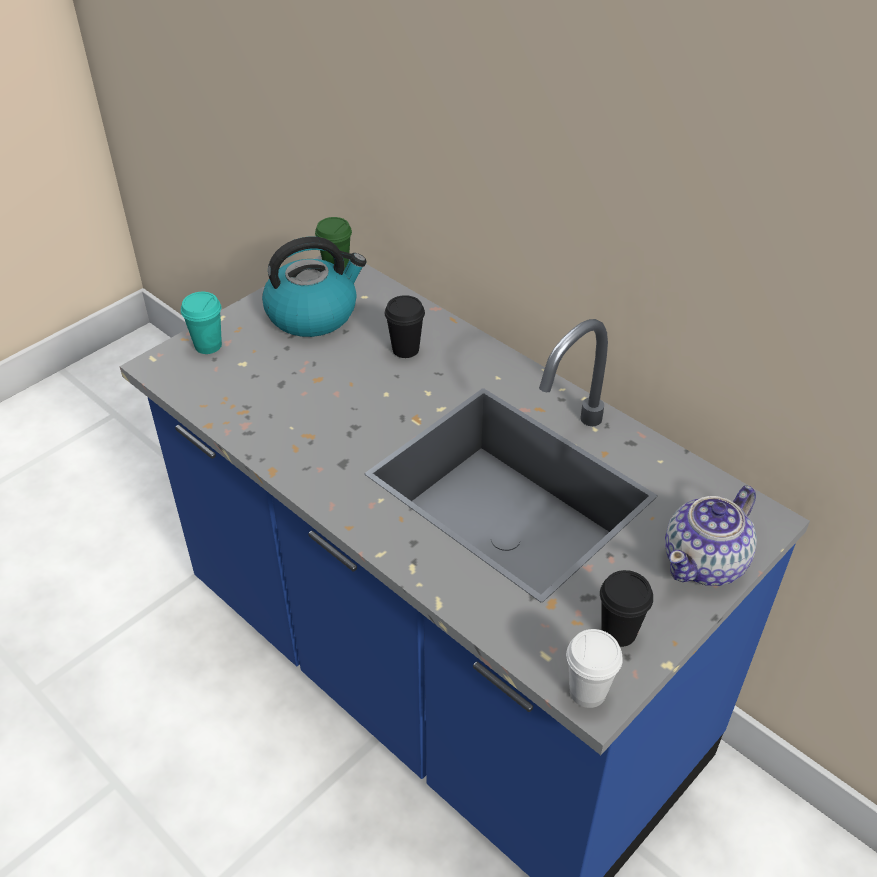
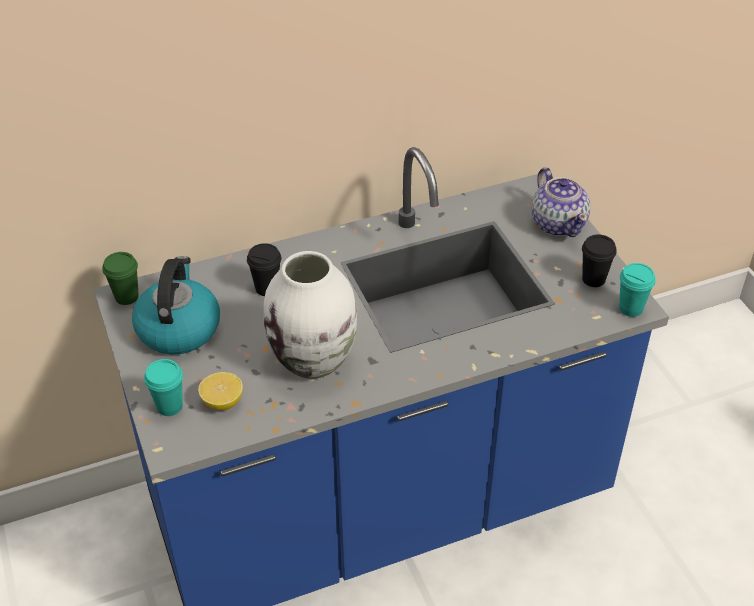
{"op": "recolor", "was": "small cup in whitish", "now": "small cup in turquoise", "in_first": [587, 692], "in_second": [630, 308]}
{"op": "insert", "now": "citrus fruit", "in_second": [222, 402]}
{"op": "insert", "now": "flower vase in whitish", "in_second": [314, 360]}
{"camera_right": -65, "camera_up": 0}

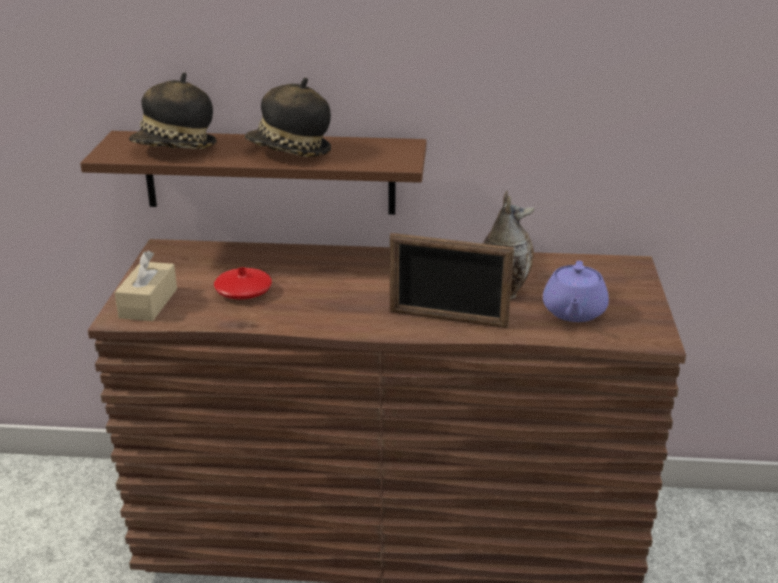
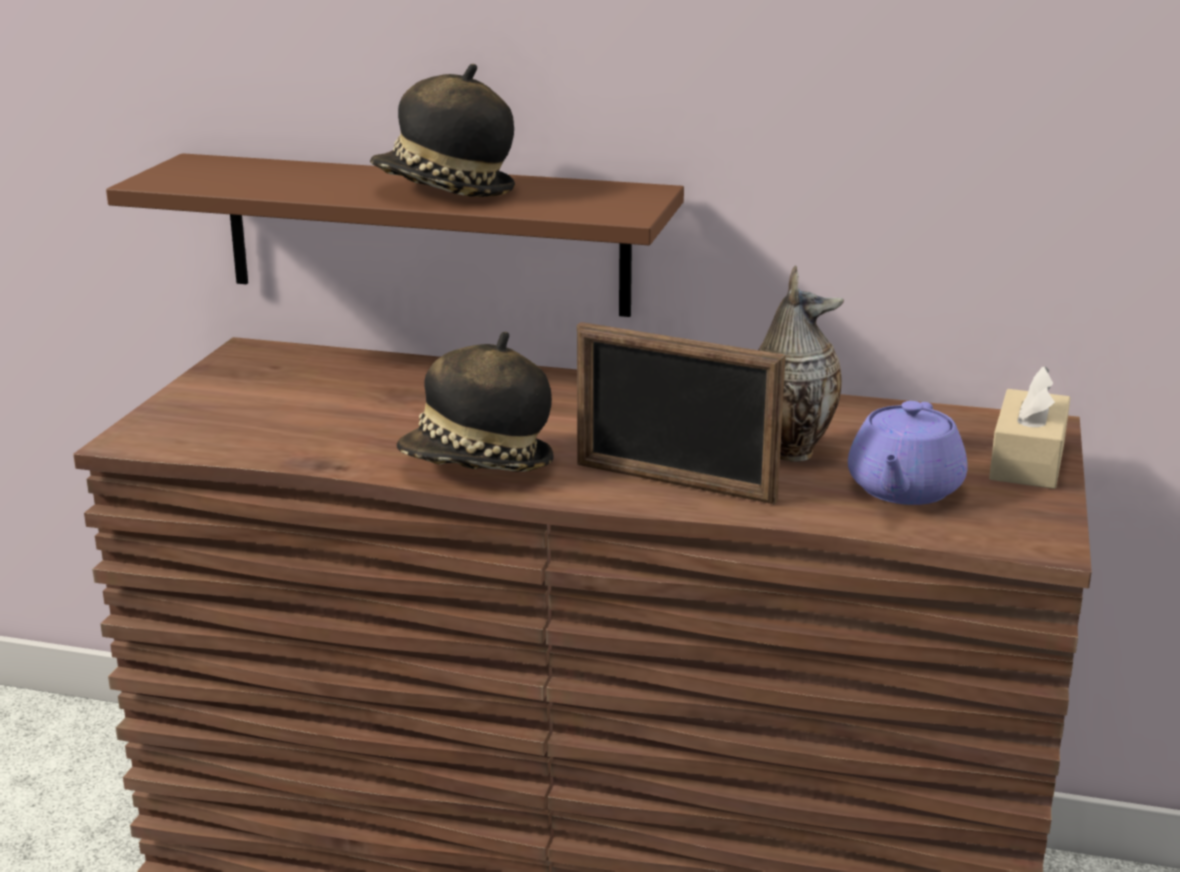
{"op": "move", "was": "tissue holder in sand-coloured", "in_first": [148, 303], "in_second": [1027, 461]}
{"op": "move", "was": "clothing hat", "in_first": [175, 149], "in_second": [478, 466]}
{"op": "delete", "was": "flower vase in red", "in_first": [243, 292]}
{"camera_right": 10, "camera_up": -5}

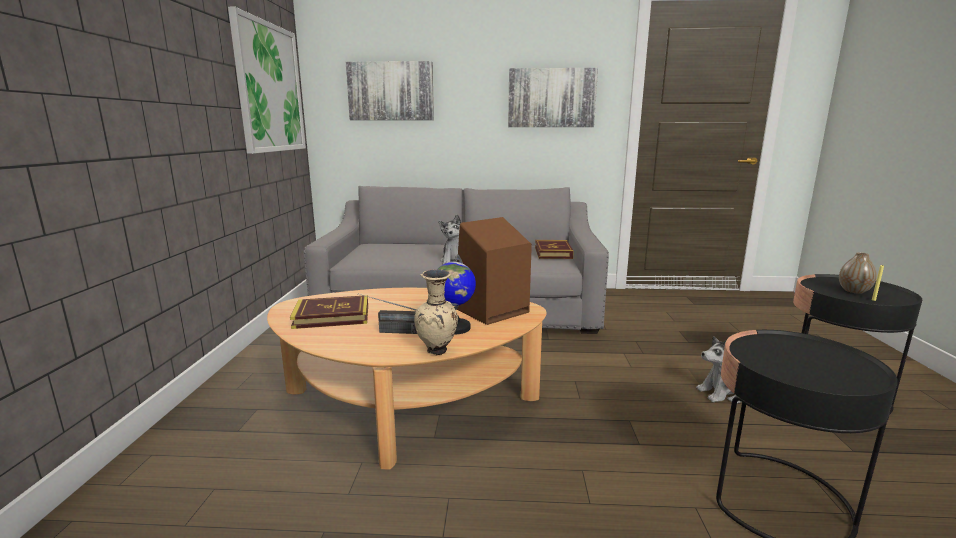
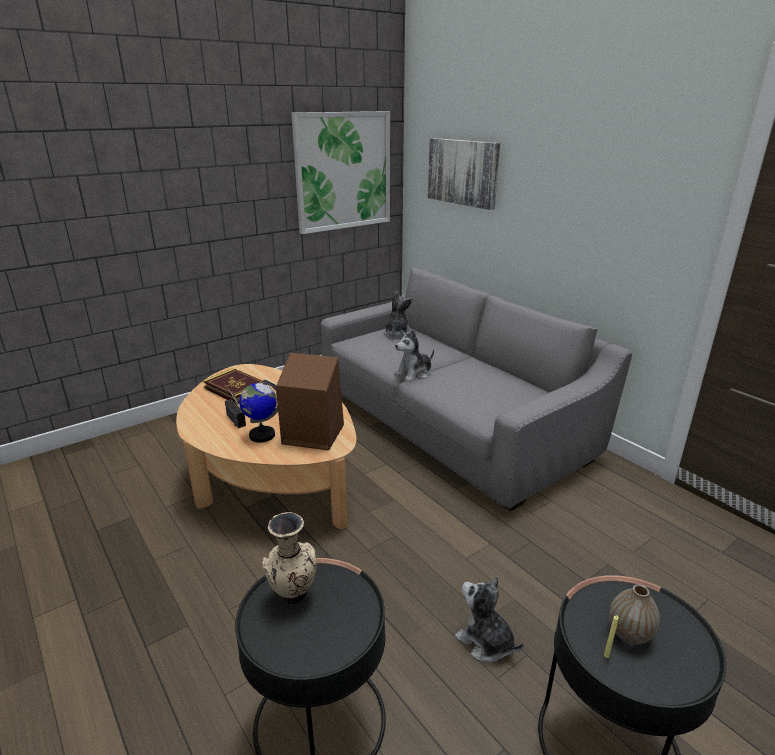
{"op": "move", "was": "flower vase in sand-coloured", "in_first": [437, 352], "in_second": [293, 597]}
{"op": "delete", "was": "wall picture", "in_first": [551, 98]}
{"op": "delete", "was": "book", "in_first": [553, 252]}
{"op": "insert", "now": "plush toy", "in_second": [397, 333]}
{"camera_right": 50, "camera_up": 10}

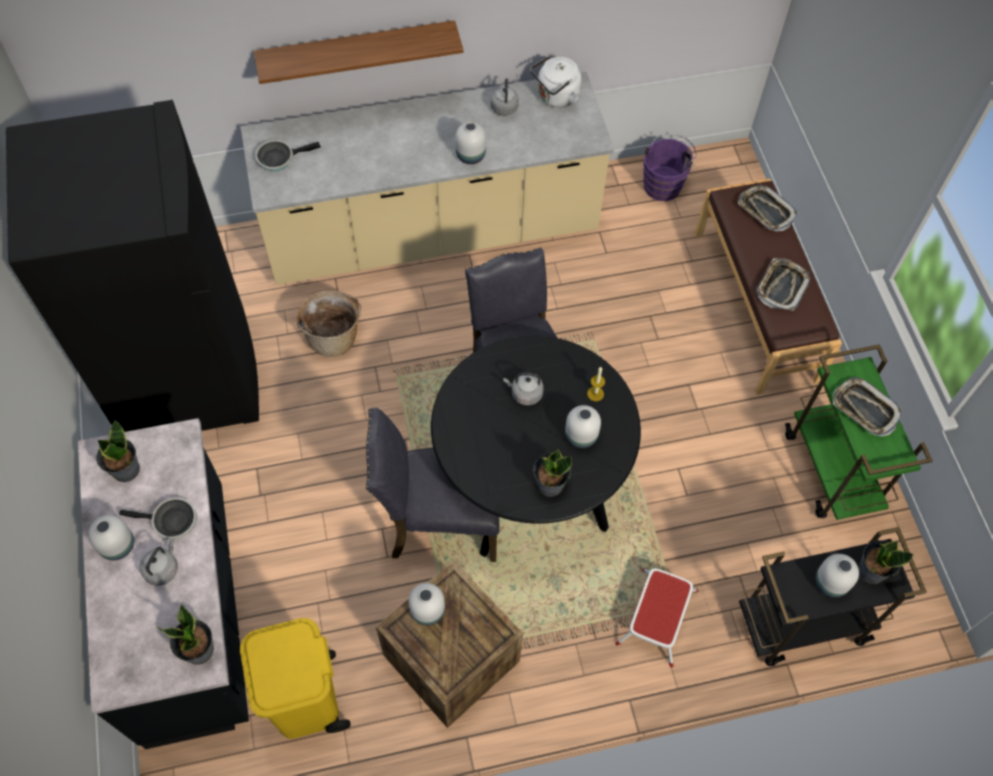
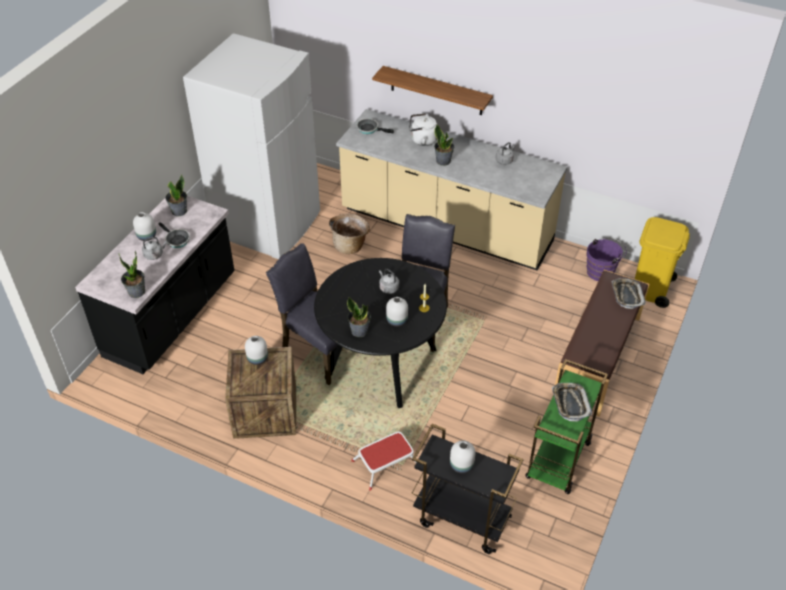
{"op": "recolor", "was": "fridge in black", "now": "fridge in whitish", "in_first": [188, 374], "in_second": [268, 223]}
{"op": "move", "was": "rubbish bin in yellow", "in_first": [307, 701], "in_second": [650, 289]}
{"op": "delete", "was": "flower vase in whitish", "in_first": [471, 156]}
{"op": "move", "was": "tea kettle in whitish", "in_first": [556, 97], "in_second": [422, 140]}
{"op": "delete", "was": "carrying tray", "in_first": [781, 287]}
{"op": "move", "was": "houseplant", "in_first": [871, 570], "in_second": [443, 161]}
{"camera_right": 40, "camera_up": -15}

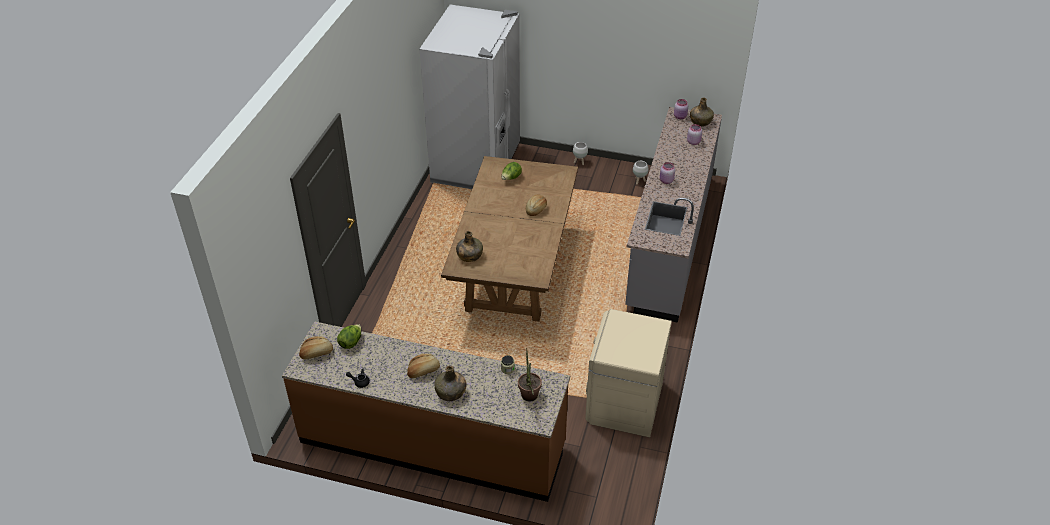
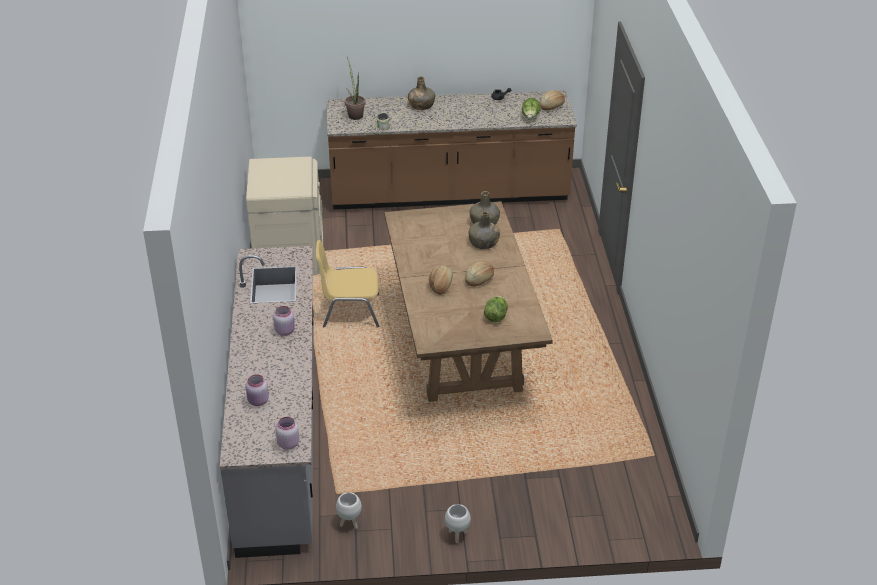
{"op": "move", "was": "baked bread", "in_first": [423, 371], "in_second": [479, 279]}
{"op": "delete", "was": "fridge in whitish", "in_first": [477, 163]}
{"op": "move", "was": "bottle in green-coloured", "in_first": [700, 121], "in_second": [483, 243]}
{"op": "insert", "now": "upright chair in yellow", "in_second": [350, 311]}
{"camera_right": 160, "camera_up": -5}

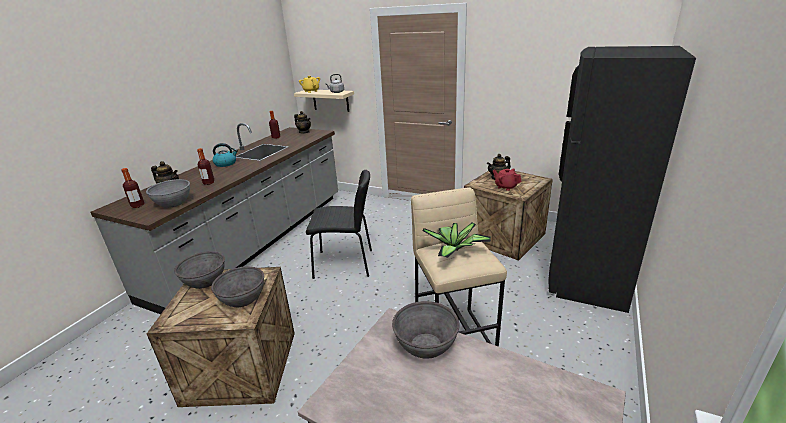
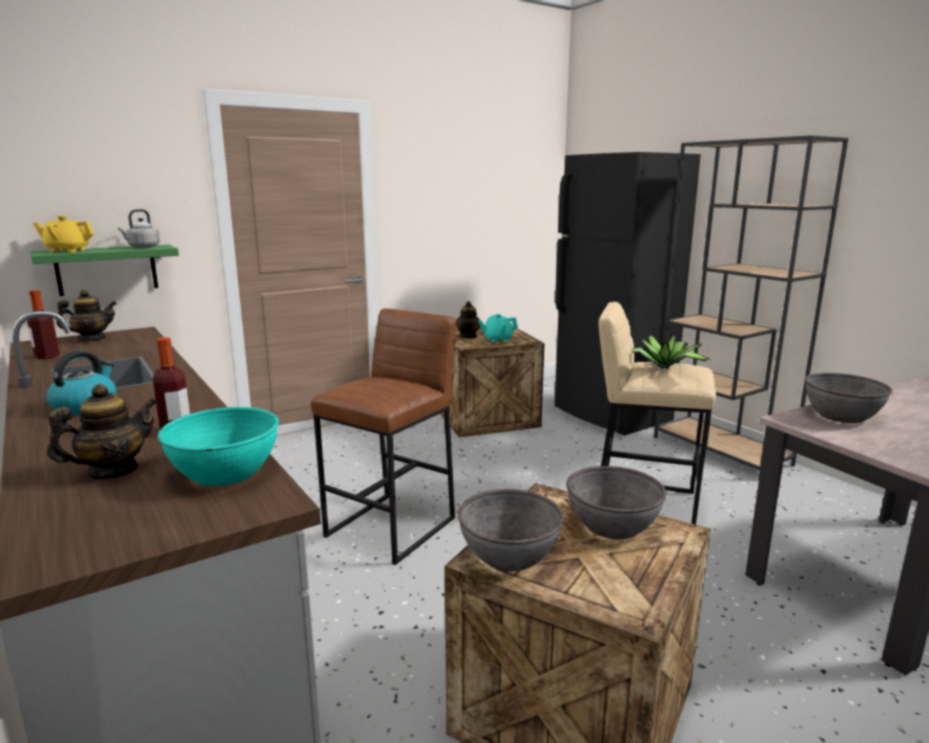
{"op": "delete", "was": "bottle", "in_first": [137, 205]}
{"op": "recolor", "was": "serving bowl in greyish", "now": "serving bowl in turquoise", "in_first": [173, 203], "in_second": [226, 473]}
{"op": "recolor", "was": "bracket shelf in sand-coloured", "now": "bracket shelf in green-coloured", "in_first": [330, 100], "in_second": [107, 269]}
{"op": "replace", "was": "upright chair in black", "now": "stool in brown-coloured", "in_first": [346, 263], "in_second": [392, 526]}
{"op": "recolor", "was": "teapot in red", "now": "teapot in turquoise", "in_first": [505, 187], "in_second": [497, 339]}
{"op": "insert", "now": "shelving unit", "in_second": [721, 451]}
{"camera_right": -60, "camera_up": -10}

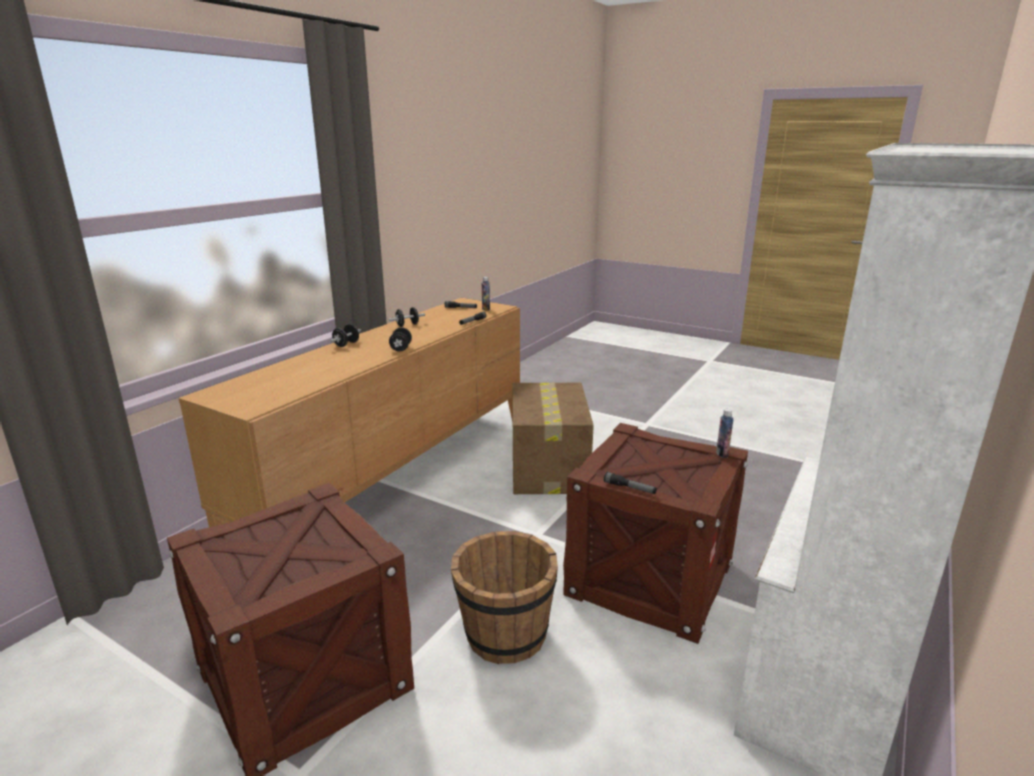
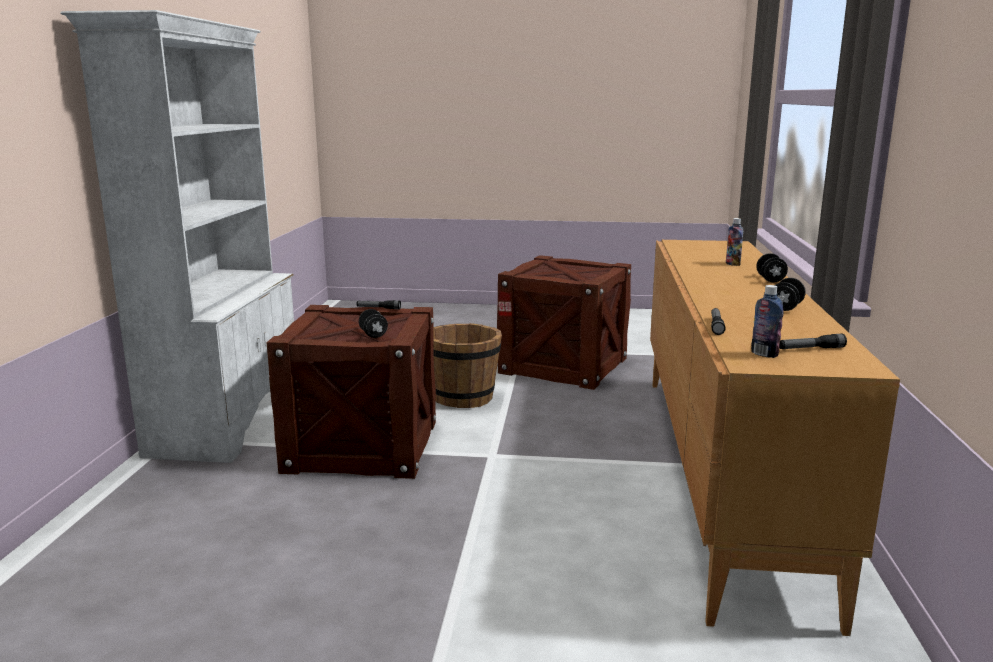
{"op": "move", "was": "hand weight in black", "in_first": [401, 348], "in_second": [373, 335]}
{"op": "delete", "was": "carton", "in_first": [548, 468]}
{"op": "move", "was": "bottle", "in_first": [722, 453], "in_second": [732, 264]}
{"camera_right": 155, "camera_up": -5}

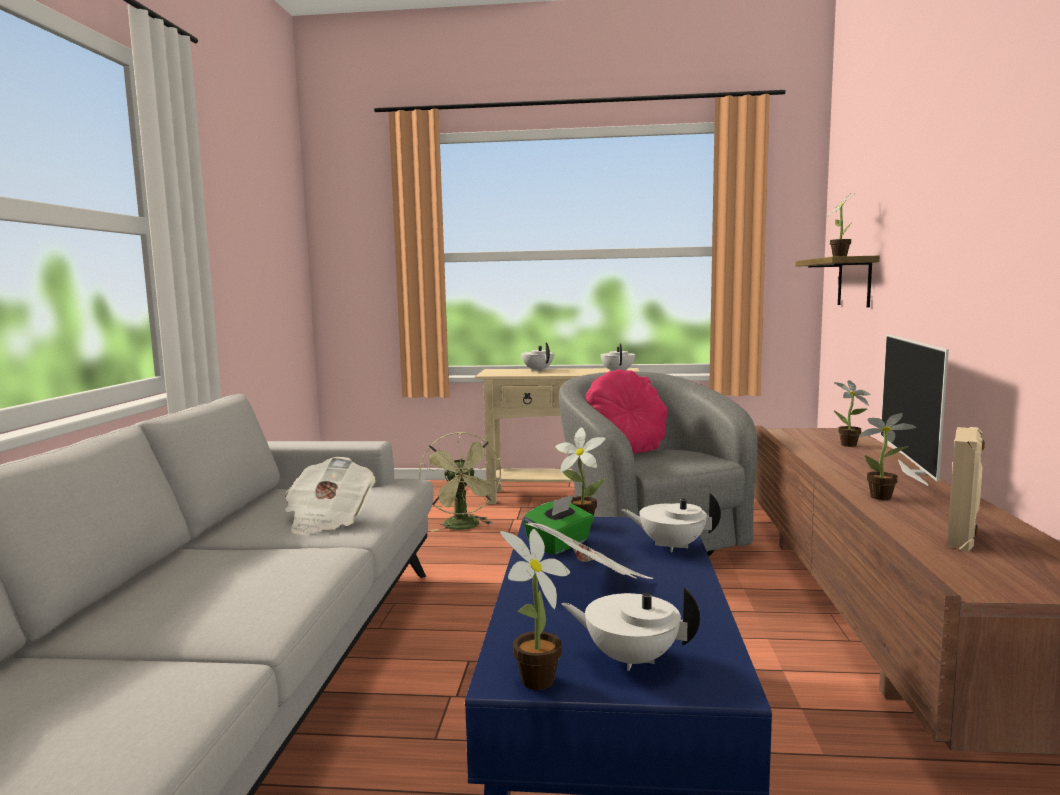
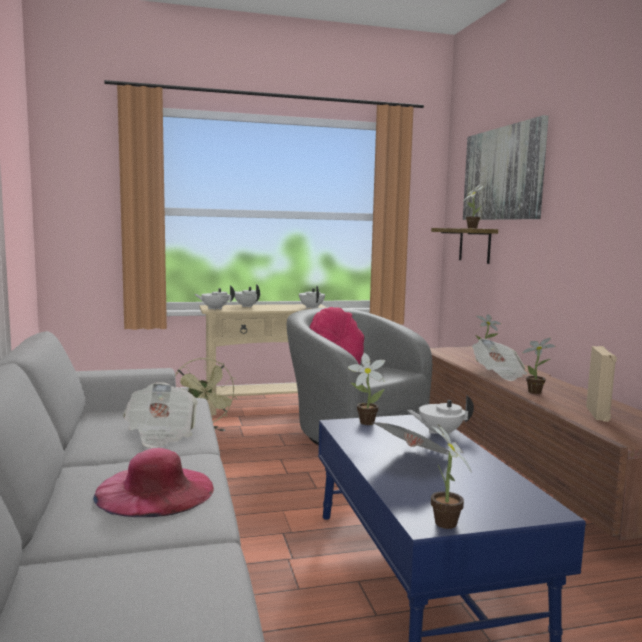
{"op": "delete", "was": "tissue holder in green-coloured", "in_first": [559, 545]}
{"op": "move", "was": "teapot in whitish", "in_first": [630, 659], "in_second": [215, 308]}
{"op": "delete", "was": "TV set", "in_first": [914, 472]}
{"op": "insert", "now": "clothing hat in pink-coloured", "in_second": [155, 490]}
{"op": "insert", "now": "wall picture", "in_second": [503, 174]}
{"op": "insert", "now": "printed paper", "in_second": [498, 374]}
{"camera_right": -20, "camera_up": 0}

